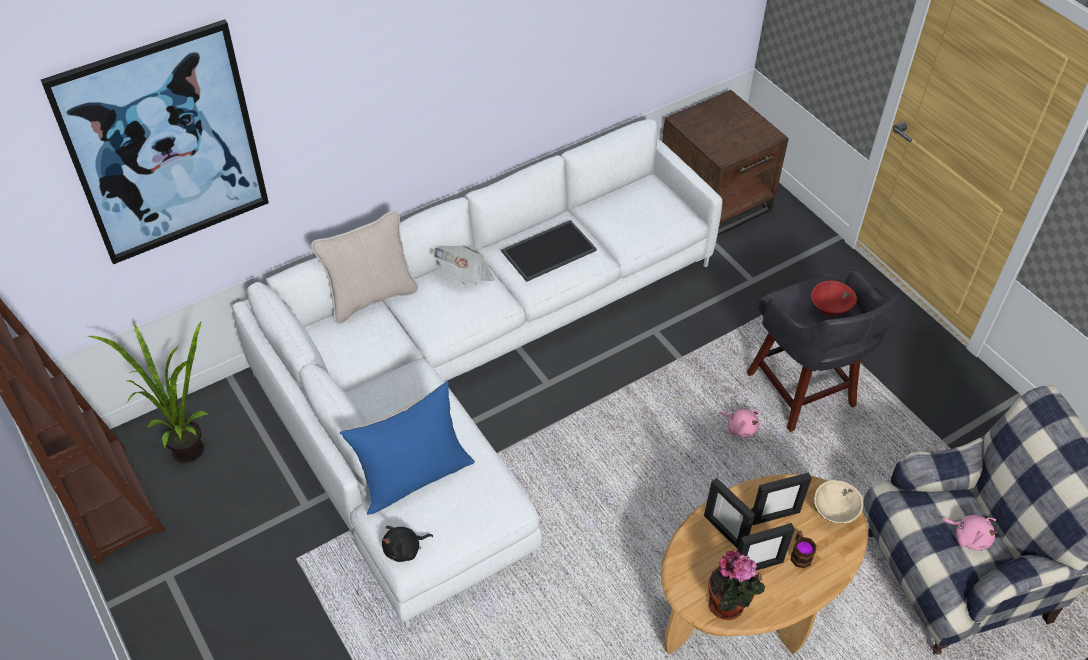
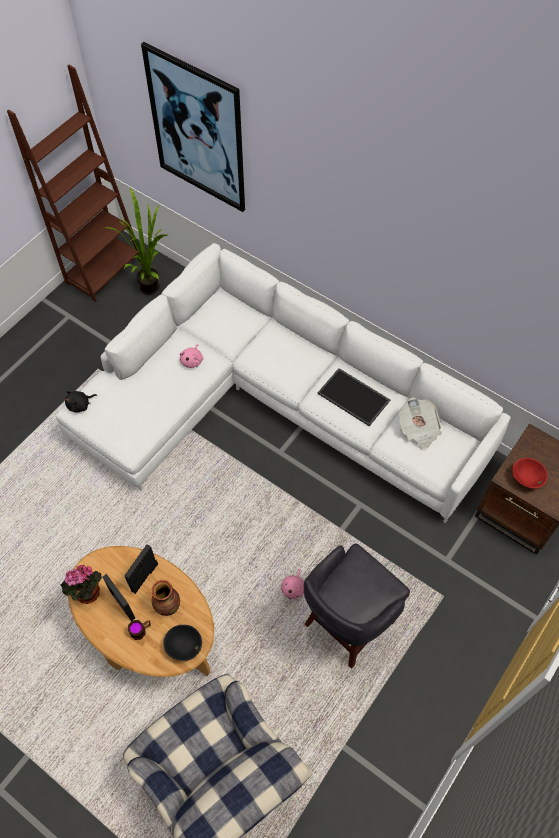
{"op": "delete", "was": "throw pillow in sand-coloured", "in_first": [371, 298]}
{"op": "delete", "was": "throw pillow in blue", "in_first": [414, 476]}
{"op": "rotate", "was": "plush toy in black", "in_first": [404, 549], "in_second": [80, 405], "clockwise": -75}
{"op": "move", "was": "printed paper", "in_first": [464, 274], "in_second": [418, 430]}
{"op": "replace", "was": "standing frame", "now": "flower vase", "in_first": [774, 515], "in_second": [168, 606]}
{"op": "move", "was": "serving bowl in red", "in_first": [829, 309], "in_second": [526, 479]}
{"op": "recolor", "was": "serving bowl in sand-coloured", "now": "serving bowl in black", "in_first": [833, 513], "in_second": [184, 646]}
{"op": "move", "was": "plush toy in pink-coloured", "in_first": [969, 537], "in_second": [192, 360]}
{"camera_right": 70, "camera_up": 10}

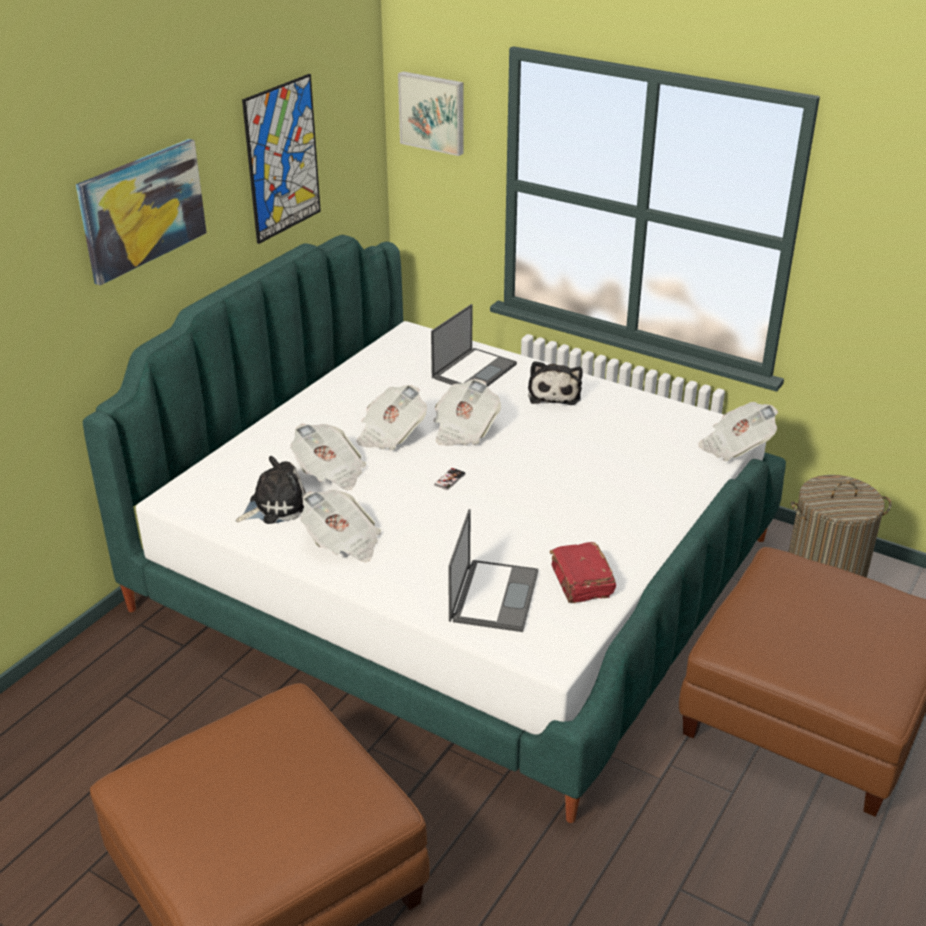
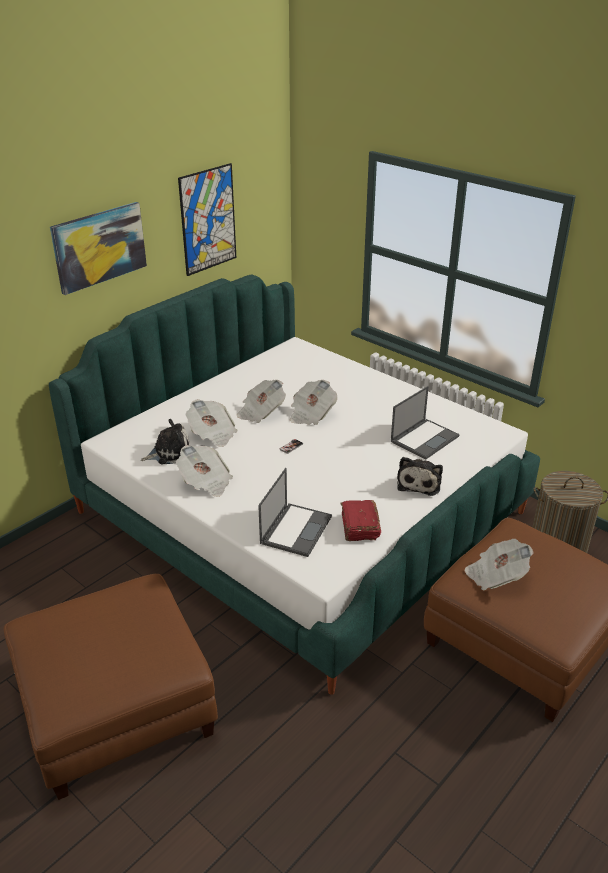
{"op": "delete", "was": "wall picture", "in_first": [433, 112]}
{"op": "move", "was": "laptop", "in_first": [474, 370], "in_second": [425, 438]}
{"op": "move", "was": "plush toy", "in_first": [554, 393], "in_second": [419, 483]}
{"op": "move", "was": "printed paper", "in_first": [735, 447], "in_second": [495, 576]}
{"camera_right": 10, "camera_up": 0}

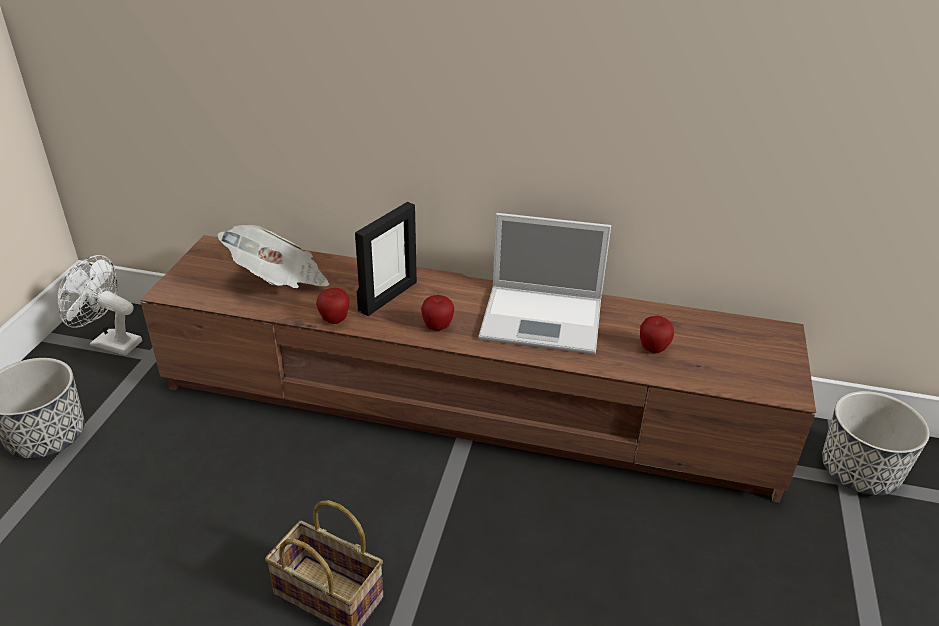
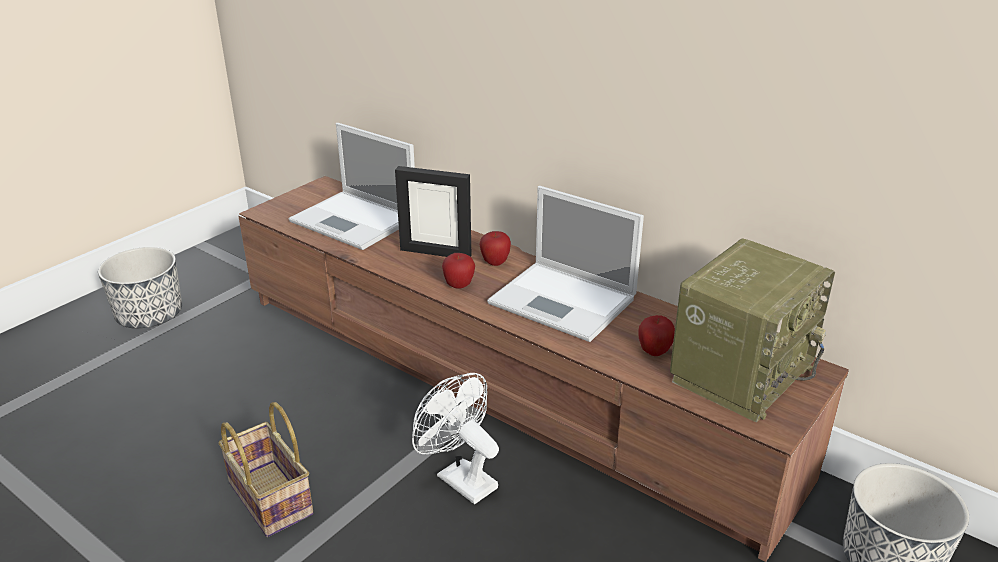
{"op": "move", "was": "electric fan in whitish", "in_first": [109, 342], "in_second": [459, 478]}
{"op": "replace", "was": "printed paper", "now": "laptop", "in_first": [279, 280], "in_second": [356, 221]}
{"op": "move", "was": "apple", "in_first": [334, 320], "in_second": [495, 262]}
{"op": "rotate", "was": "standing frame", "in_first": [388, 296], "in_second": [436, 252], "clockwise": 45}
{"op": "insert", "now": "radio", "in_second": [741, 372]}
{"camera_right": 25, "camera_up": -5}

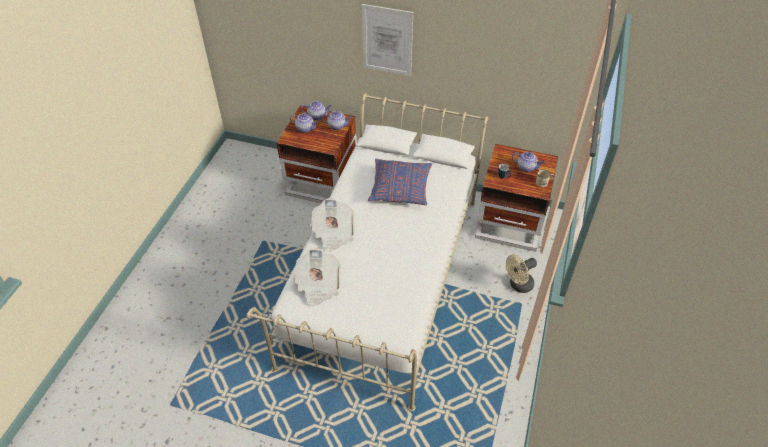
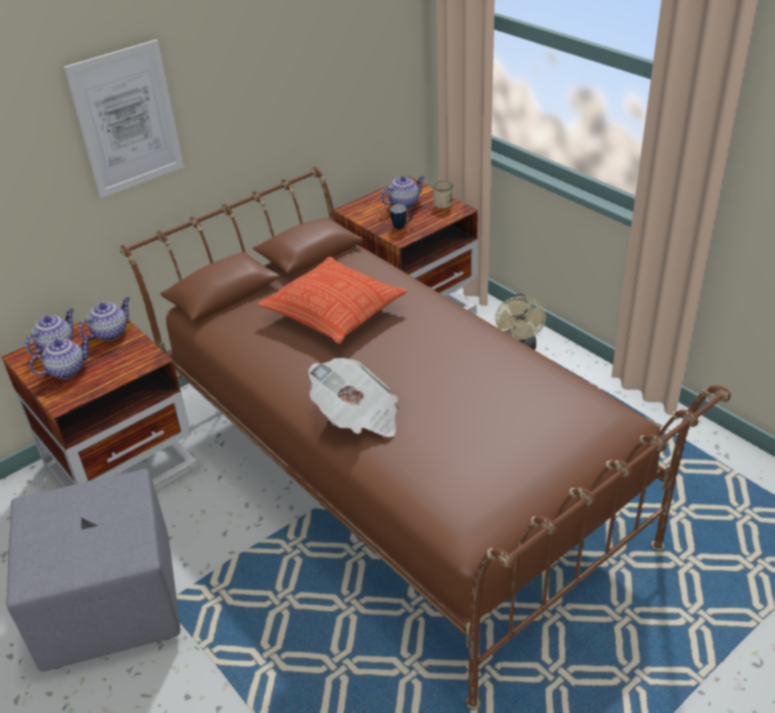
{"op": "recolor", "was": "sleeping bed in whitish", "now": "sleeping bed in brown-coloured", "in_first": [383, 278], "in_second": [394, 477]}
{"op": "delete", "was": "printed paper", "in_first": [318, 285]}
{"op": "recolor", "was": "throw pillow in blue", "now": "throw pillow in orange", "in_first": [400, 189], "in_second": [335, 314]}
{"op": "insert", "now": "pouffe in greyish", "in_second": [109, 608]}
{"camera_right": -55, "camera_up": -10}

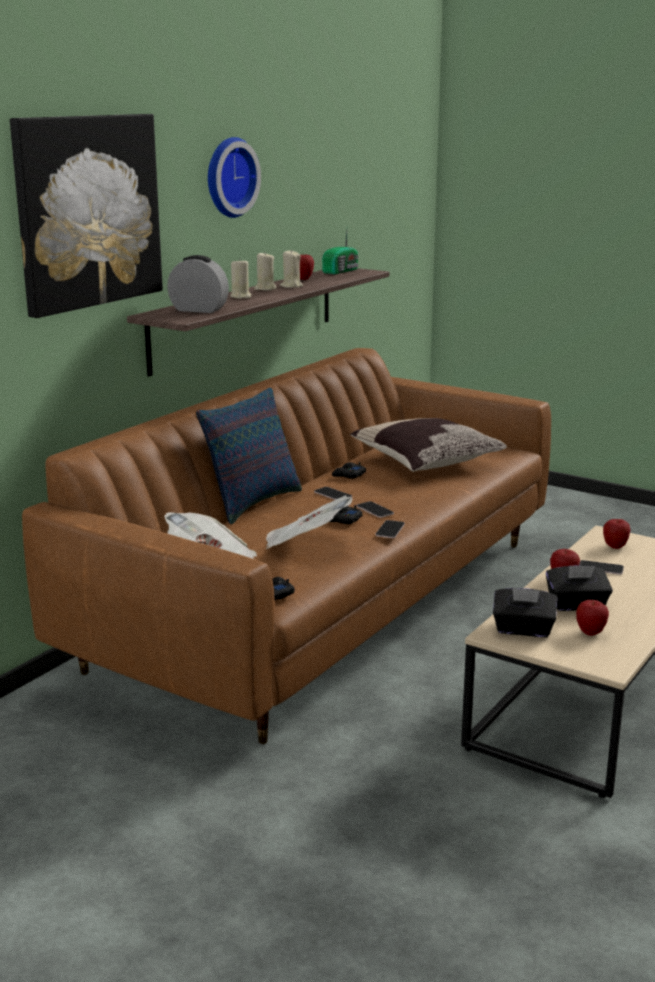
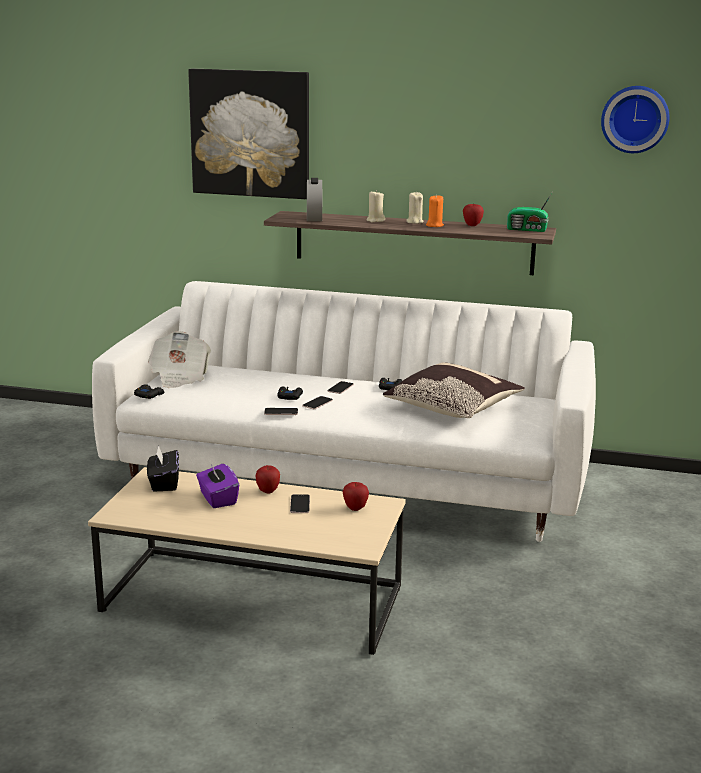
{"op": "recolor", "was": "settee in brown-coloured", "now": "settee in whitish", "in_first": [326, 602], "in_second": [349, 478]}
{"op": "delete", "was": "throw pillow in blue", "in_first": [253, 503]}
{"op": "move", "was": "wall clock", "in_first": [228, 177], "in_second": [634, 119]}
{"op": "delete", "was": "printed paper", "in_first": [305, 545]}
{"op": "recolor", "was": "wax light in sand-coloured", "now": "wax light in orange", "in_first": [291, 286], "in_second": [434, 225]}
{"op": "recolor", "was": "tissue holder in black", "now": "tissue holder in purplish", "in_first": [577, 605], "in_second": [217, 499]}
{"op": "delete", "was": "apple", "in_first": [590, 632]}
{"camera_right": 70, "camera_up": 0}

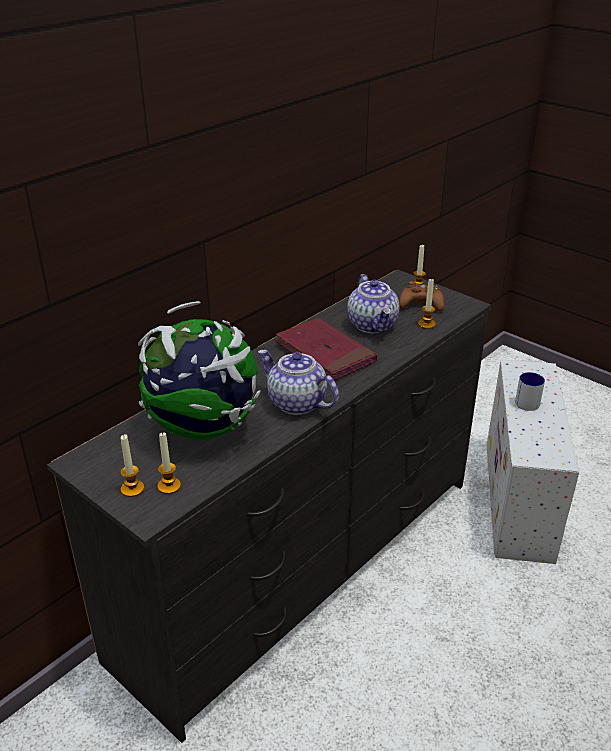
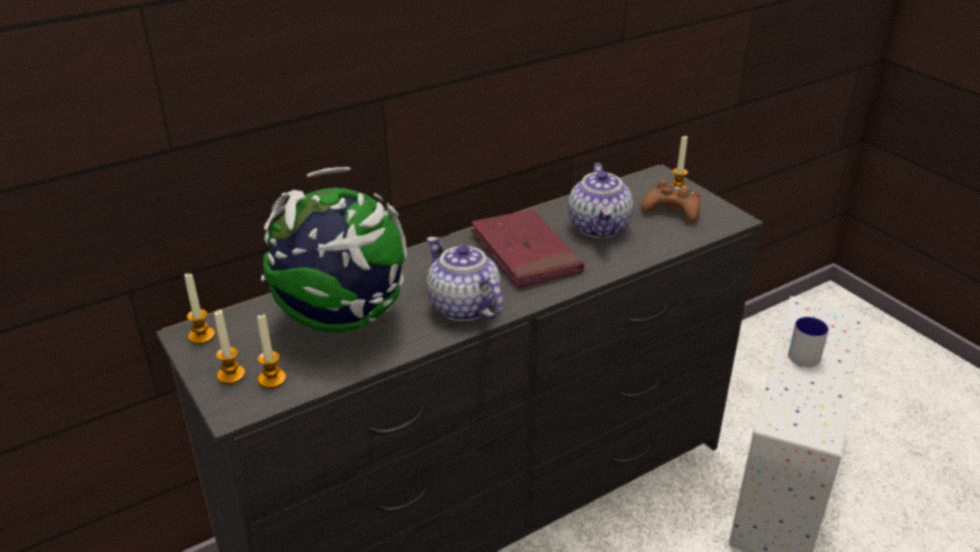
{"op": "move", "was": "wax light", "in_first": [426, 324], "in_second": [201, 336]}
{"camera_right": 15, "camera_up": 0}

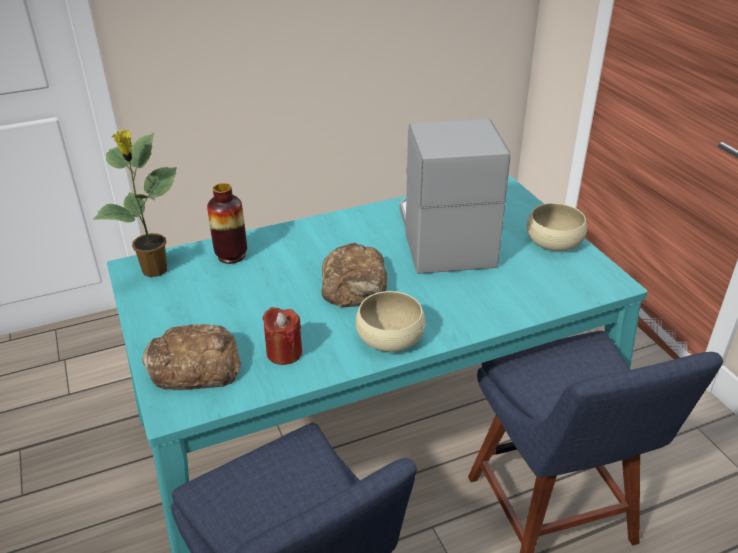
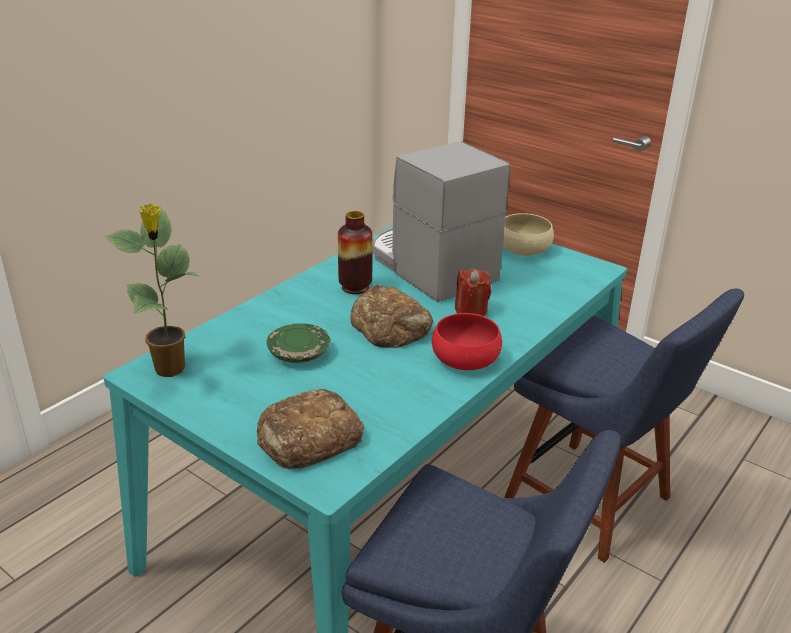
{"op": "move", "was": "flower vase", "in_first": [231, 256], "in_second": [355, 287]}
{"op": "move", "was": "wax light in red", "in_first": [284, 352], "in_second": [471, 310]}
{"op": "recolor", "was": "serving bowl in sand-coloured", "now": "serving bowl in red", "in_first": [389, 337], "in_second": [465, 359]}
{"op": "insert", "now": "flat dish in green-coloured", "in_second": [299, 352]}
{"camera_right": -30, "camera_up": -5}

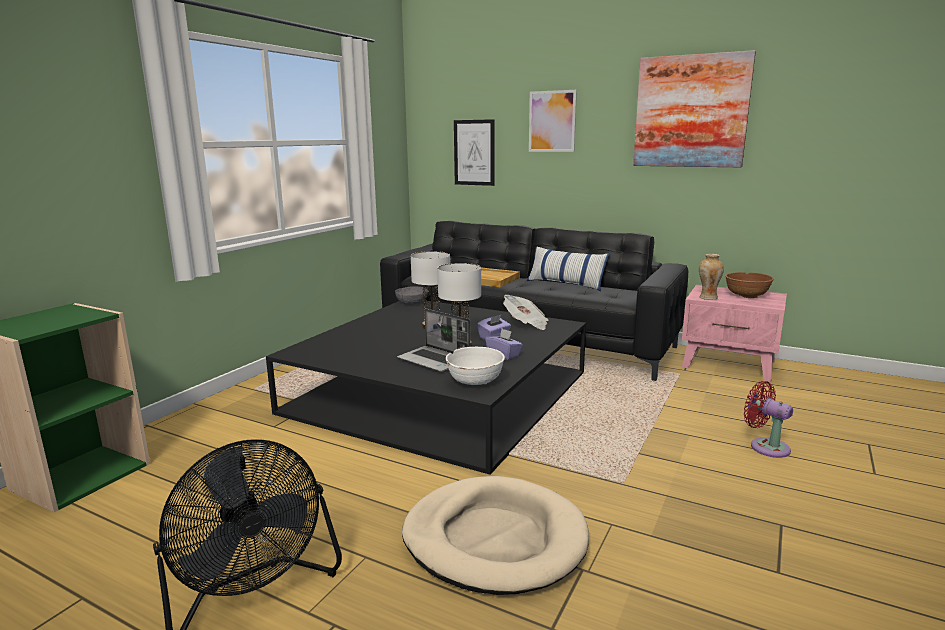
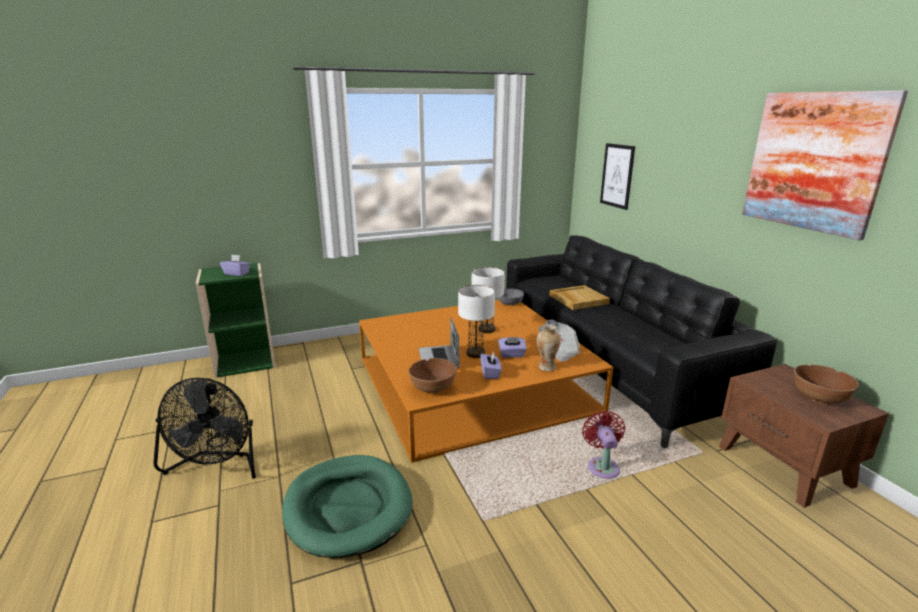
{"op": "recolor", "was": "lounge table in black", "now": "lounge table in orange", "in_first": [440, 392], "in_second": [474, 384]}
{"op": "recolor", "was": "dog bed in sand-coloured", "now": "dog bed in green-coloured", "in_first": [494, 539], "in_second": [348, 507]}
{"op": "recolor", "was": "serving bowl in whitish", "now": "serving bowl in brown-coloured", "in_first": [475, 381], "in_second": [432, 388]}
{"op": "delete", "was": "throw pillow", "in_first": [566, 284]}
{"op": "delete", "was": "wall picture", "in_first": [552, 121]}
{"op": "recolor", "was": "side table in pink-coloured", "now": "side table in brown-coloured", "in_first": [729, 364], "in_second": [784, 466]}
{"op": "move", "was": "flower vase", "in_first": [707, 298], "in_second": [546, 367]}
{"op": "move", "was": "electric fan in red", "in_first": [765, 446], "in_second": [602, 466]}
{"op": "insert", "now": "tissue holder in purplish", "in_second": [237, 273]}
{"camera_right": 40, "camera_up": 5}

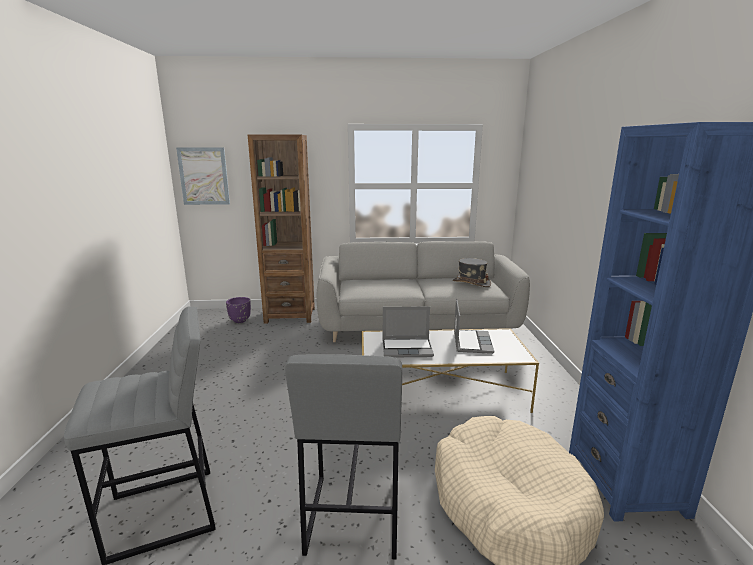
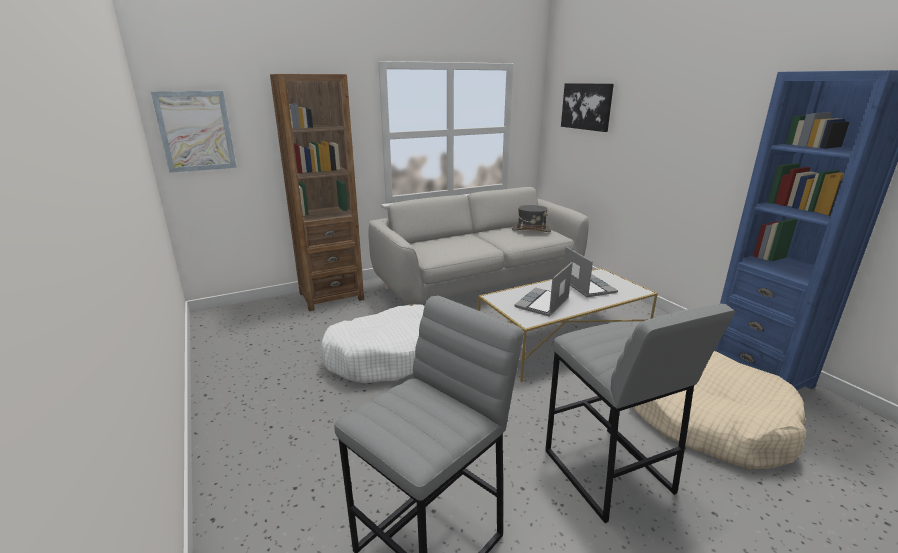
{"op": "delete", "was": "planter in purplish", "in_first": [240, 320]}
{"op": "rotate", "was": "laptop", "in_first": [407, 348], "in_second": [542, 303], "clockwise": 150}
{"op": "insert", "now": "dog bed in whitish", "in_second": [387, 355]}
{"op": "insert", "now": "wall picture", "in_second": [586, 106]}
{"camera_right": -25, "camera_up": 5}

